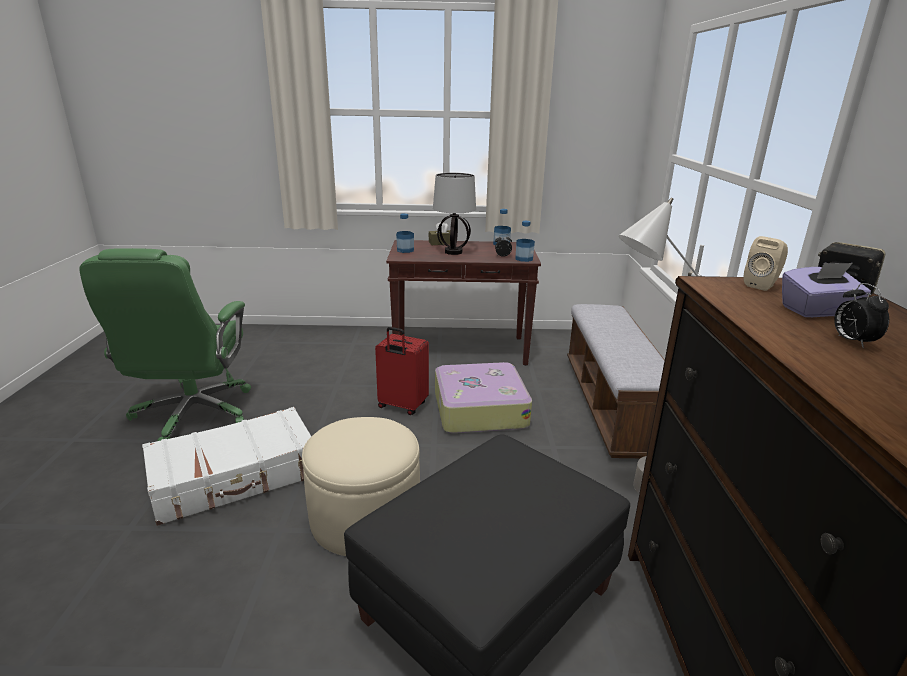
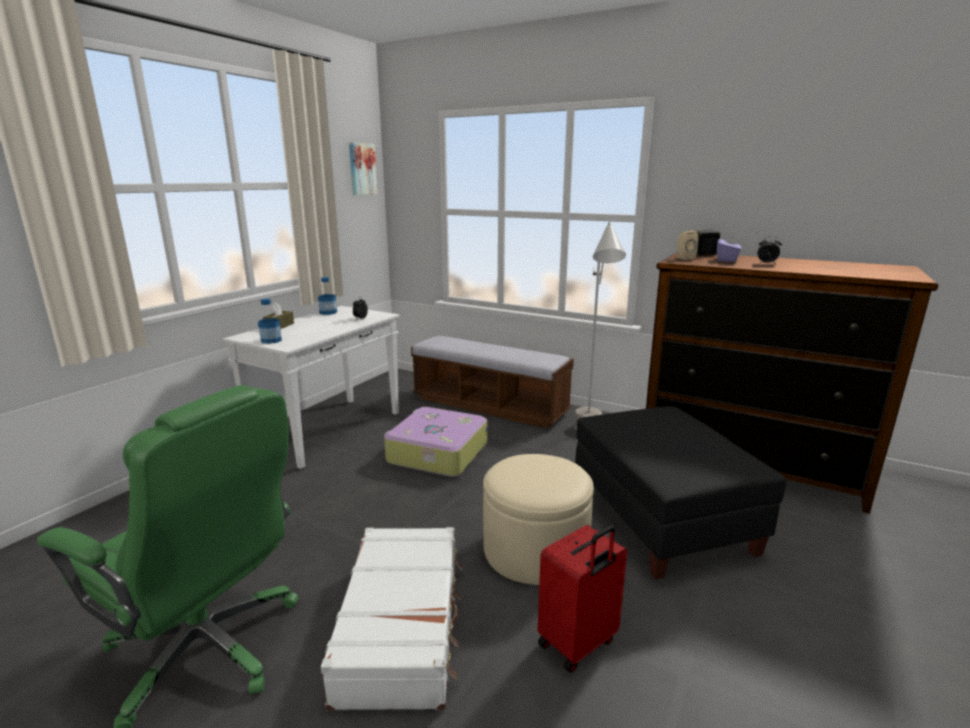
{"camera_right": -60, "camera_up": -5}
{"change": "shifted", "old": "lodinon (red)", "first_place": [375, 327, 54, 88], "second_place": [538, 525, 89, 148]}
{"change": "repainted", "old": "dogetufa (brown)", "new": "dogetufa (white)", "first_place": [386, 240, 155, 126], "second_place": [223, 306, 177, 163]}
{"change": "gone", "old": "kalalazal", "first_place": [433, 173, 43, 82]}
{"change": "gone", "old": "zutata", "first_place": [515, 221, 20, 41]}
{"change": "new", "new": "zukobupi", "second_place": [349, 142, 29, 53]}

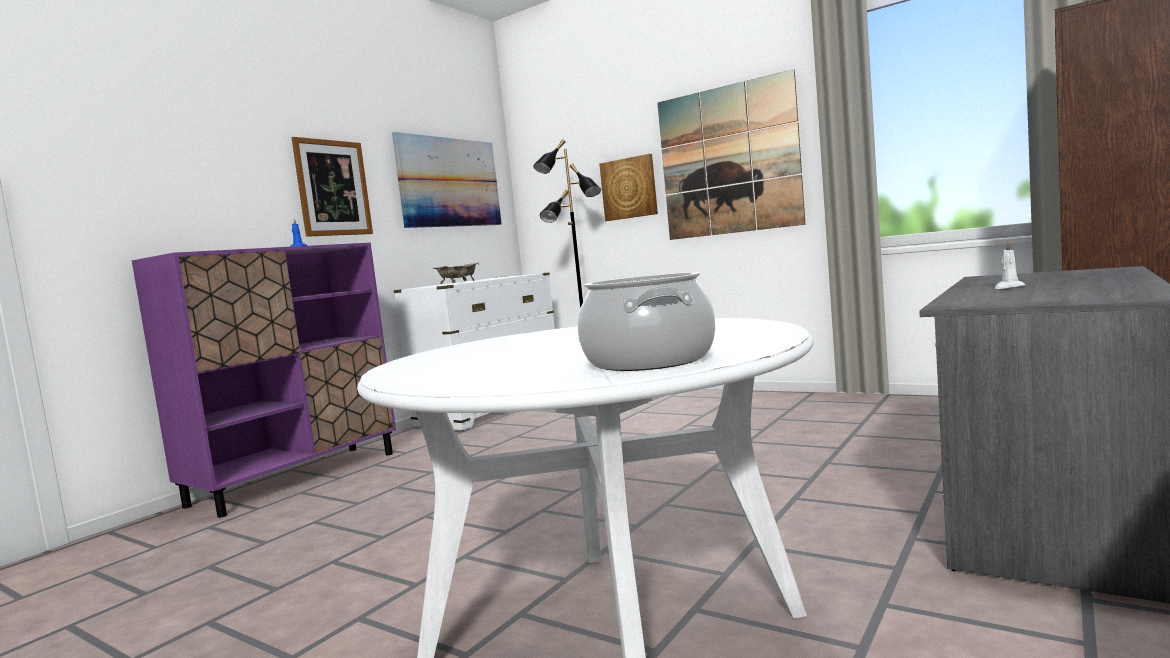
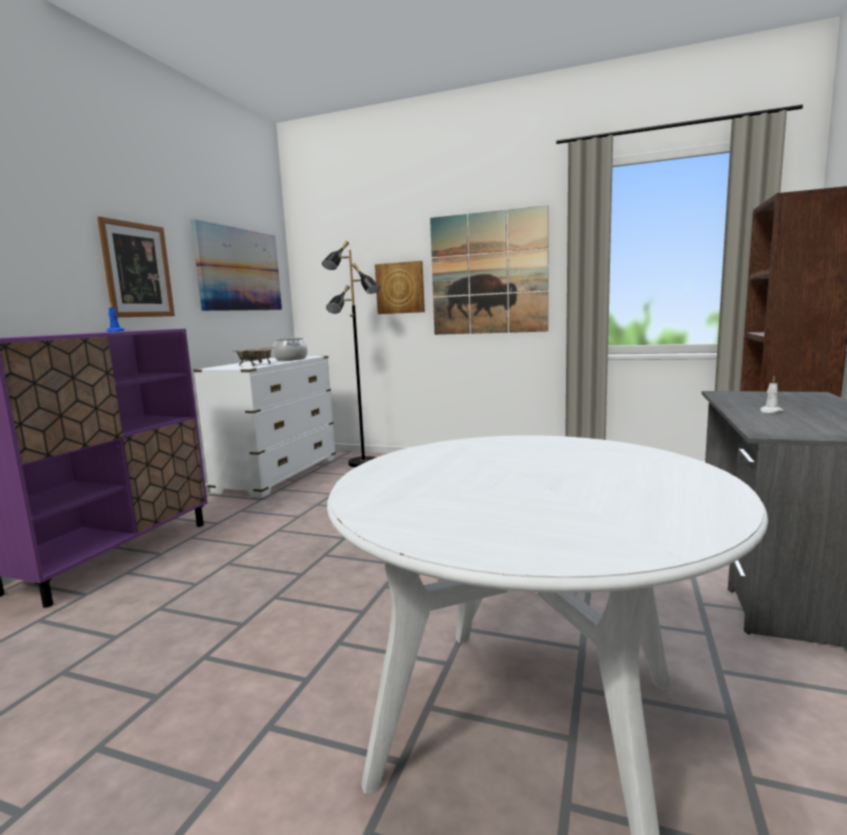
{"camera_right": -15, "camera_up": 5}
{"change": "shifted", "old": "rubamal", "first_place": [578, 272, 137, 99], "second_place": [273, 338, 35, 23]}

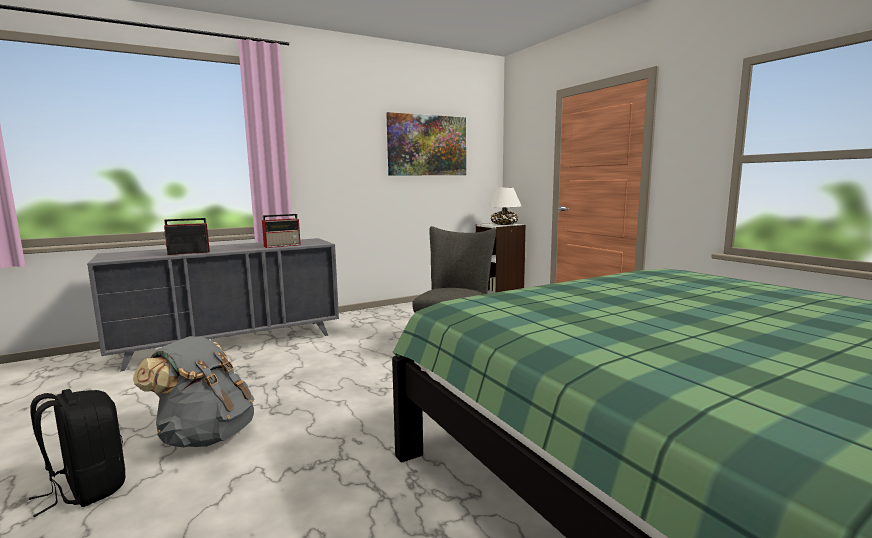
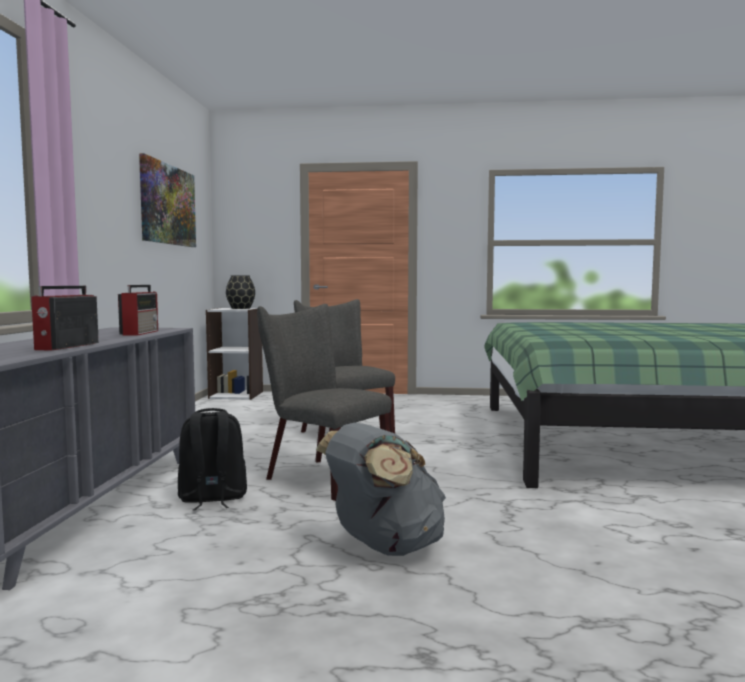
{"camera_right": -55, "camera_up": -5}
{"change": "shifted", "old": "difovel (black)", "first_place": [29, 389, 96, 128], "second_place": [178, 408, 69, 103]}
{"change": "swapped", "old": "kalalazal (white)", "new": "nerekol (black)", "first_place": [488, 188, 33, 37], "second_place": [226, 276, 29, 33]}
{"change": "new", "new": "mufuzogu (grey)", "second_place": [257, 304, 135, 197]}

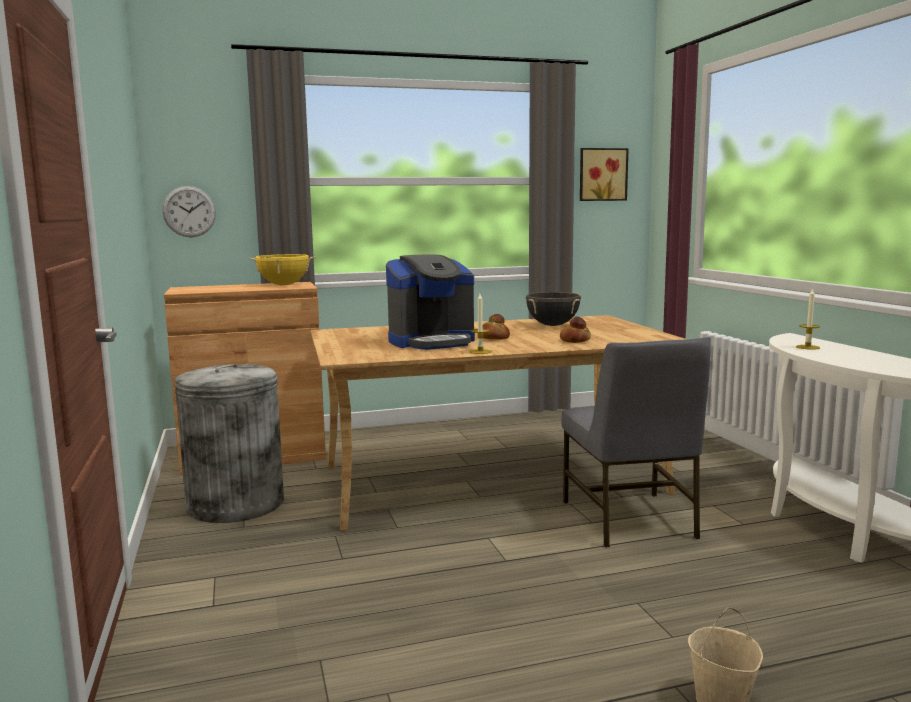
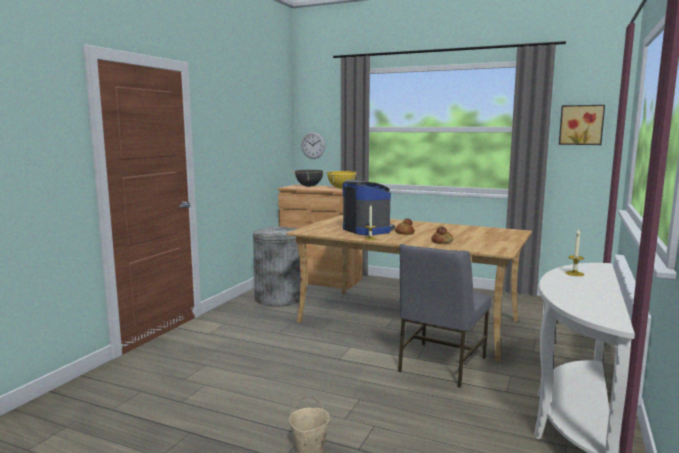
{"camera_right": 40, "camera_up": 0}
{"change": "rotated", "old": "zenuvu", "first_place": [386, 255, 89, 95], "second_place": [343, 180, 52, 55], "degrees": -135}
{"change": "shifted", "old": "rubamal (black)", "first_place": [526, 292, 55, 34], "second_place": [292, 170, 35, 17]}

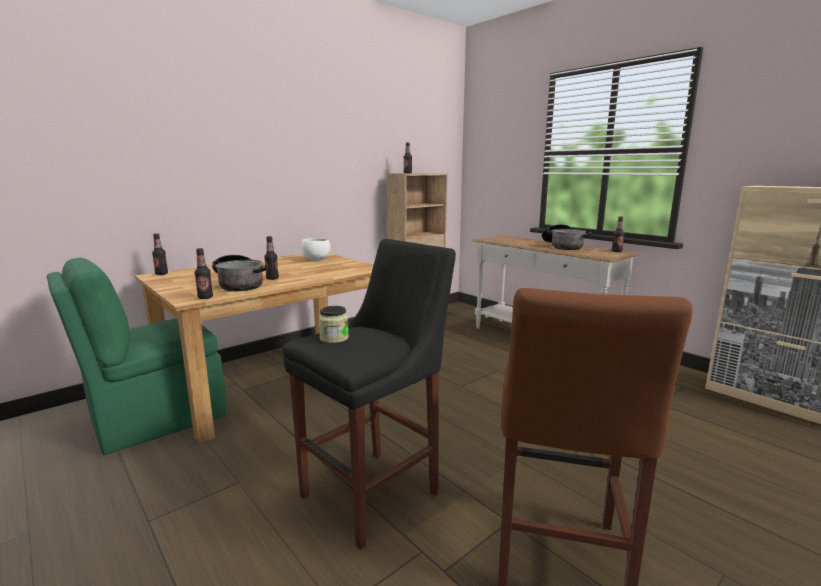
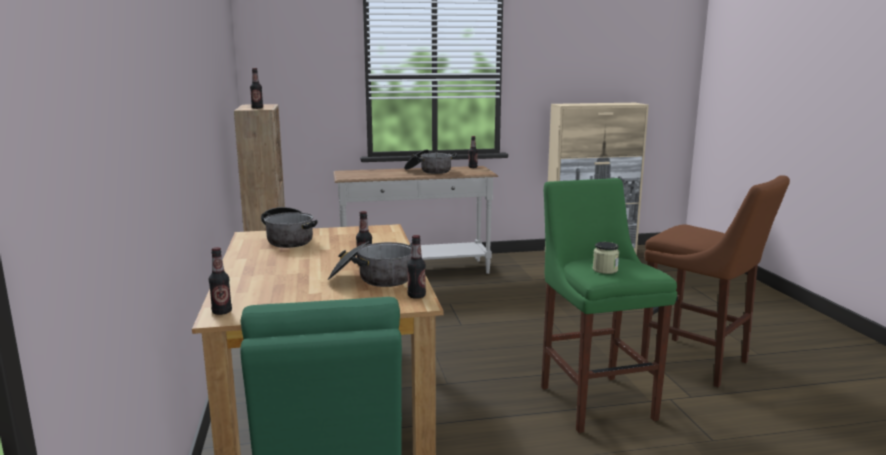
{"camera_right": -60, "camera_up": 0}
{"change": "repainted", "old": "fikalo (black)", "new": "fikalo (green)", "first_place": [283, 239, 173, 311], "second_place": [541, 178, 136, 255]}
{"change": "swapped", "old": "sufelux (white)", "new": "rubamal", "first_place": [301, 238, 29, 22], "second_place": [261, 207, 56, 41]}

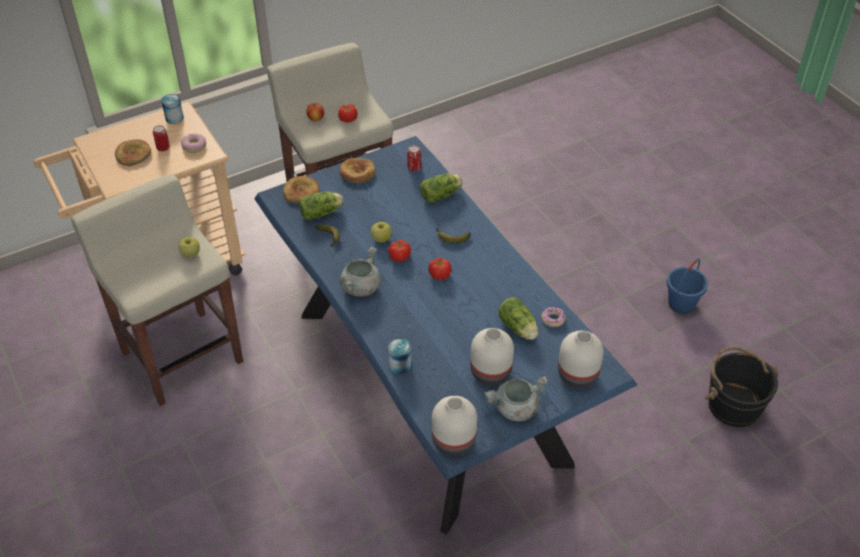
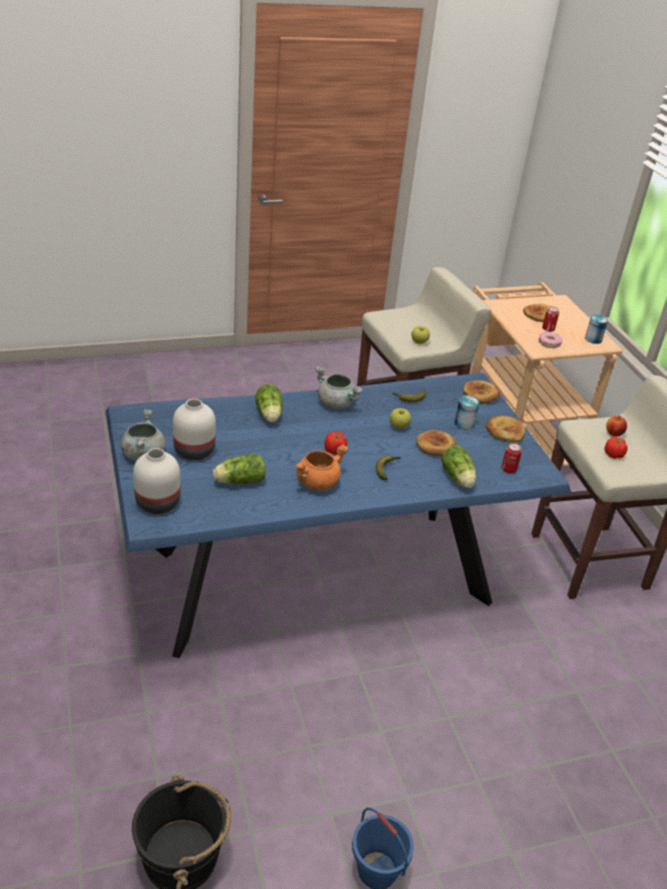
{"camera_right": 100, "camera_up": -10}
{"change": "shifted", "old": "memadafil", "first_place": [299, 192, 45, 28], "second_place": [255, 384, 28, 39]}
{"change": "gone", "old": "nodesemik", "first_place": [388, 240, 23, 22]}
{"change": "shifted", "old": "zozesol", "first_place": [388, 338, 23, 36], "second_place": [455, 395, 25, 35]}
{"change": "gone", "old": "nerekol (white)", "first_place": [432, 396, 45, 60]}
{"change": "gone", "old": "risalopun", "first_place": [541, 307, 24, 20]}
{"change": "new", "new": "rubamal (orange)", "second_place": [295, 444, 53, 47]}
{"change": "new", "new": "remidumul", "second_place": [416, 430, 41, 26]}

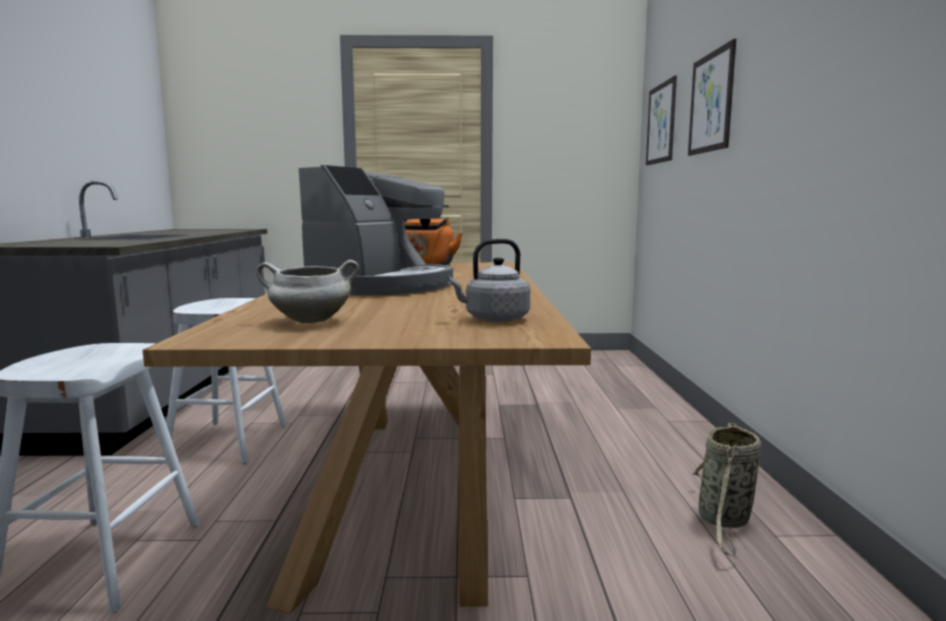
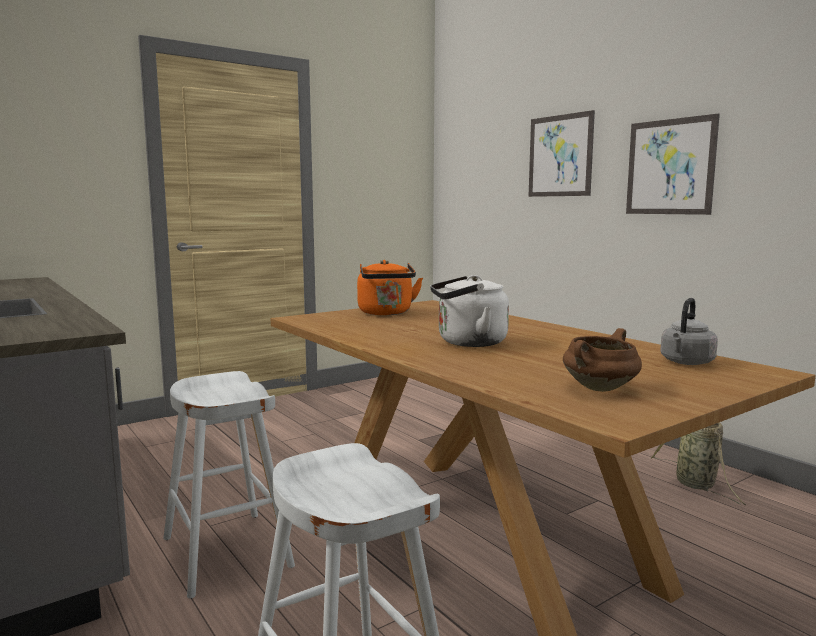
{"camera_right": -35, "camera_up": 0}
{"change": "repainted", "old": "rubamal (white)", "new": "rubamal (brown)", "first_place": [256, 260, 103, 63], "second_place": [563, 328, 79, 64]}
{"change": "swapped", "old": "zenuvu", "new": "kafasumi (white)", "first_place": [299, 165, 154, 130], "second_place": [430, 275, 79, 72]}
{"change": "shifted", "old": "zukobupi", "first_place": [646, 76, 31, 89], "second_place": [626, 114, 94, 101]}

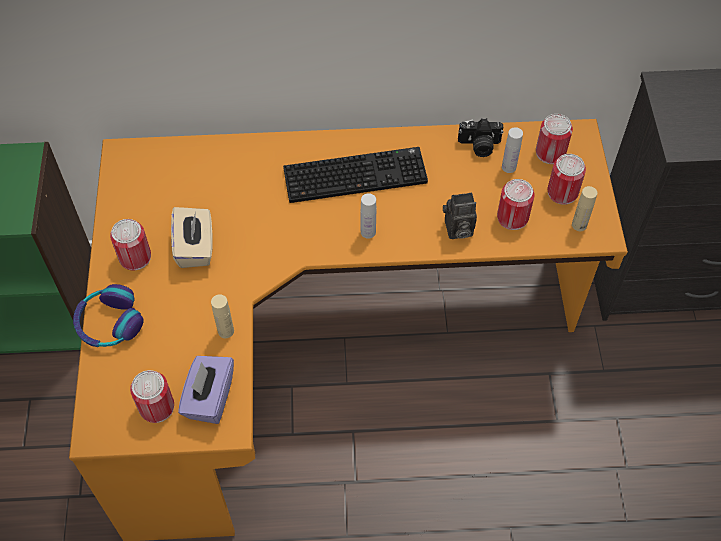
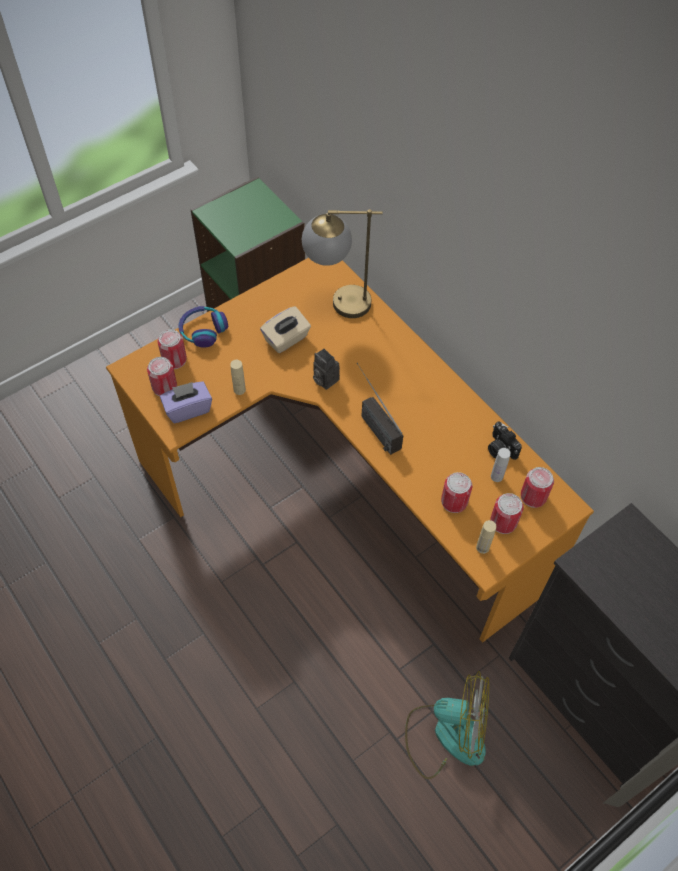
{"camera_right": 55, "camera_up": 0}
{"change": "shifted", "old": "zozesol", "first_place": [110, 219, 41, 52], "second_place": [158, 329, 29, 40]}
{"change": "gone", "old": "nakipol", "first_place": [283, 147, 145, 56]}
{"change": "swapped", "old": "zutata (white)", "new": "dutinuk", "first_place": [361, 193, 15, 46], "second_place": [357, 363, 46, 92]}
{"change": "shifted", "old": "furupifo", "first_place": [443, 192, 34, 47], "second_place": [313, 348, 27, 42]}
{"change": "new", "new": "kalalazal", "second_place": [302, 209, 81, 109]}
{"change": "new", "new": "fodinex", "second_place": [405, 671, 84, 108]}

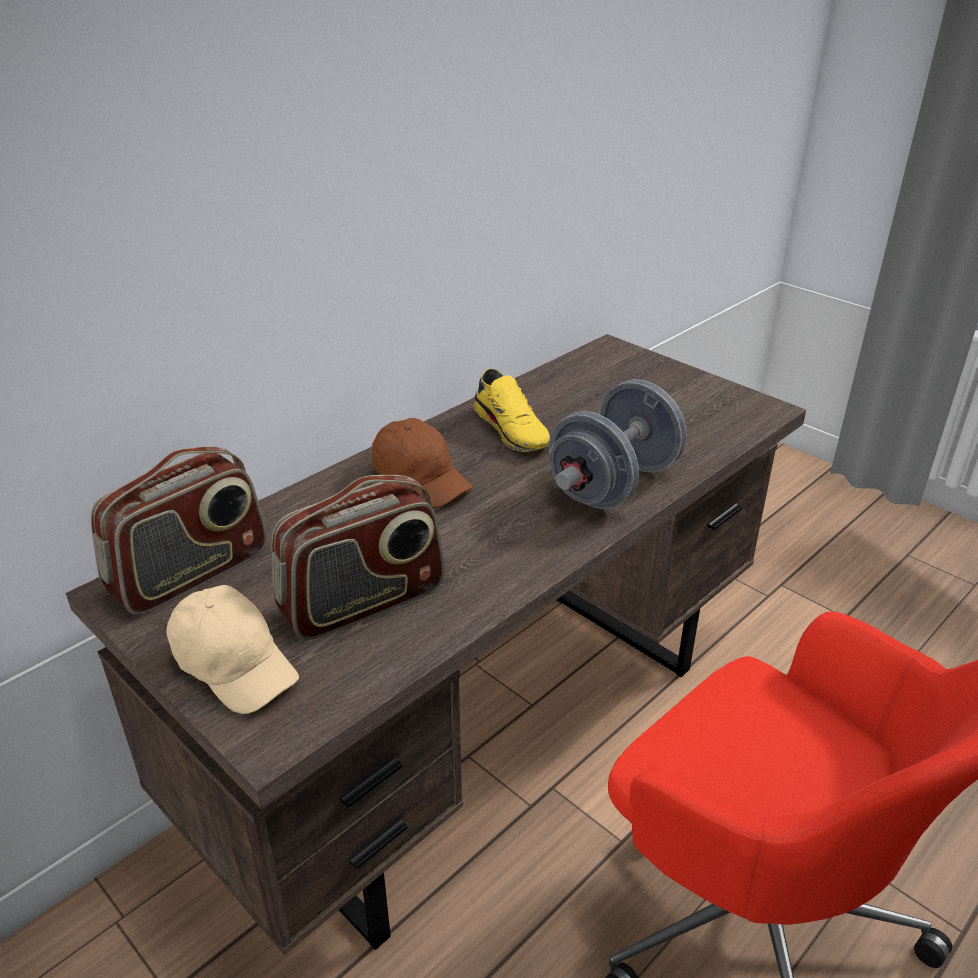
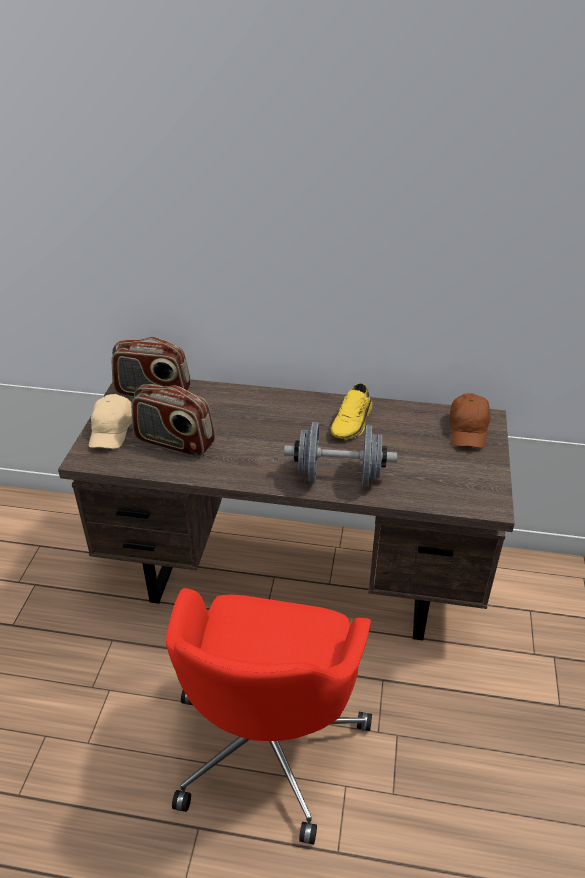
{"camera_right": 55, "camera_up": 5}
{"change": "shifted", "old": "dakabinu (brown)", "first_place": [372, 418, 101, 90], "second_place": [449, 393, 41, 55]}

